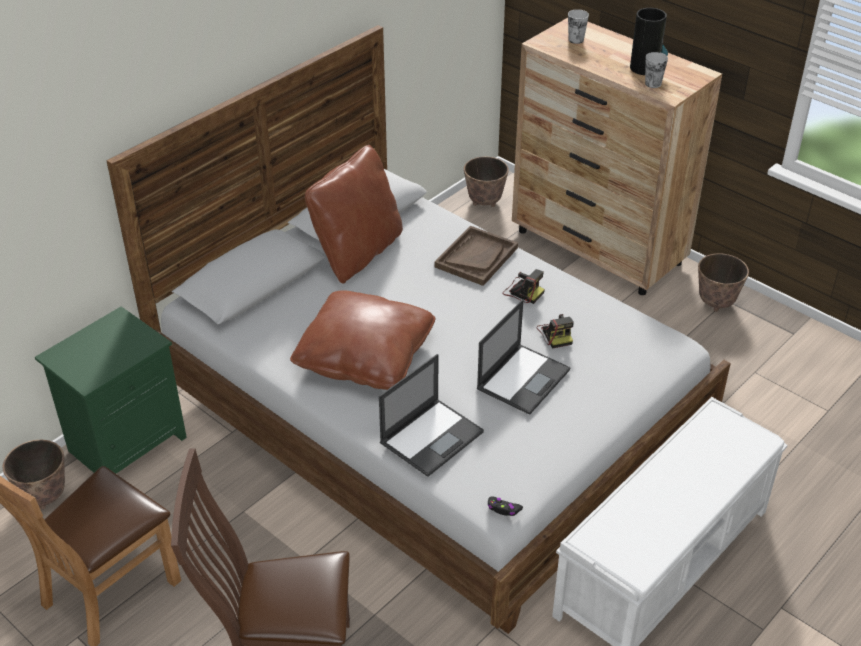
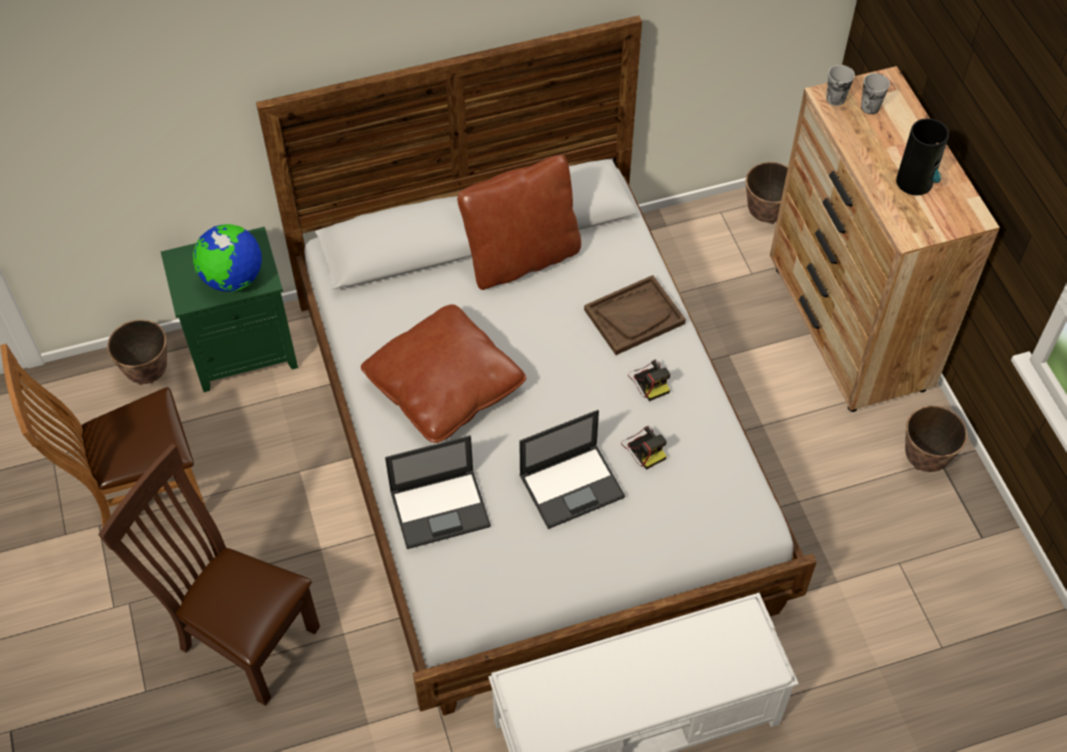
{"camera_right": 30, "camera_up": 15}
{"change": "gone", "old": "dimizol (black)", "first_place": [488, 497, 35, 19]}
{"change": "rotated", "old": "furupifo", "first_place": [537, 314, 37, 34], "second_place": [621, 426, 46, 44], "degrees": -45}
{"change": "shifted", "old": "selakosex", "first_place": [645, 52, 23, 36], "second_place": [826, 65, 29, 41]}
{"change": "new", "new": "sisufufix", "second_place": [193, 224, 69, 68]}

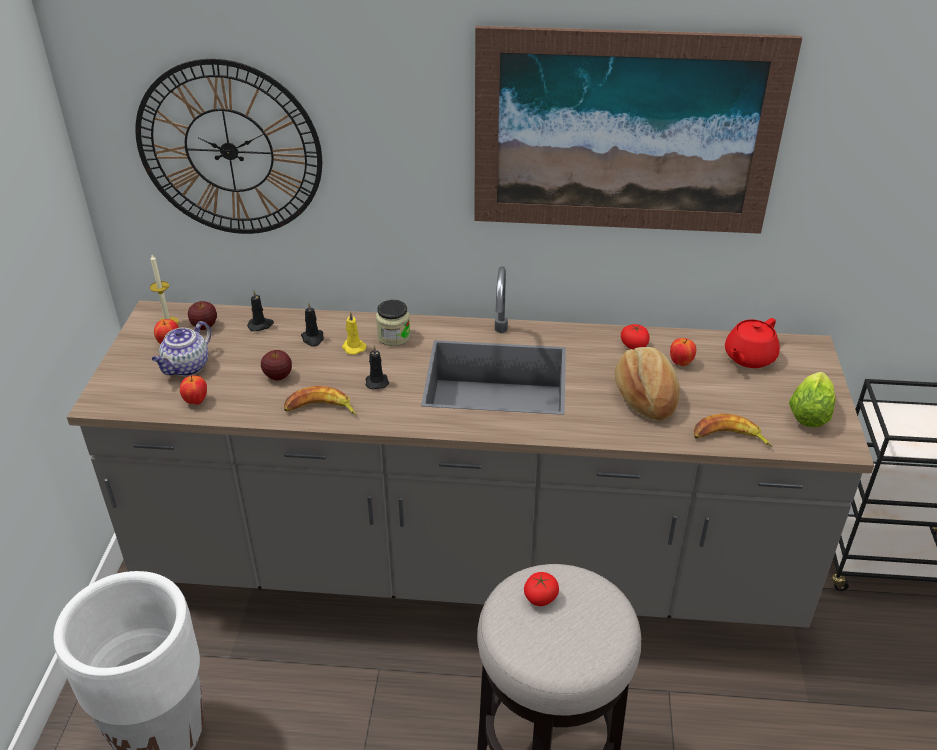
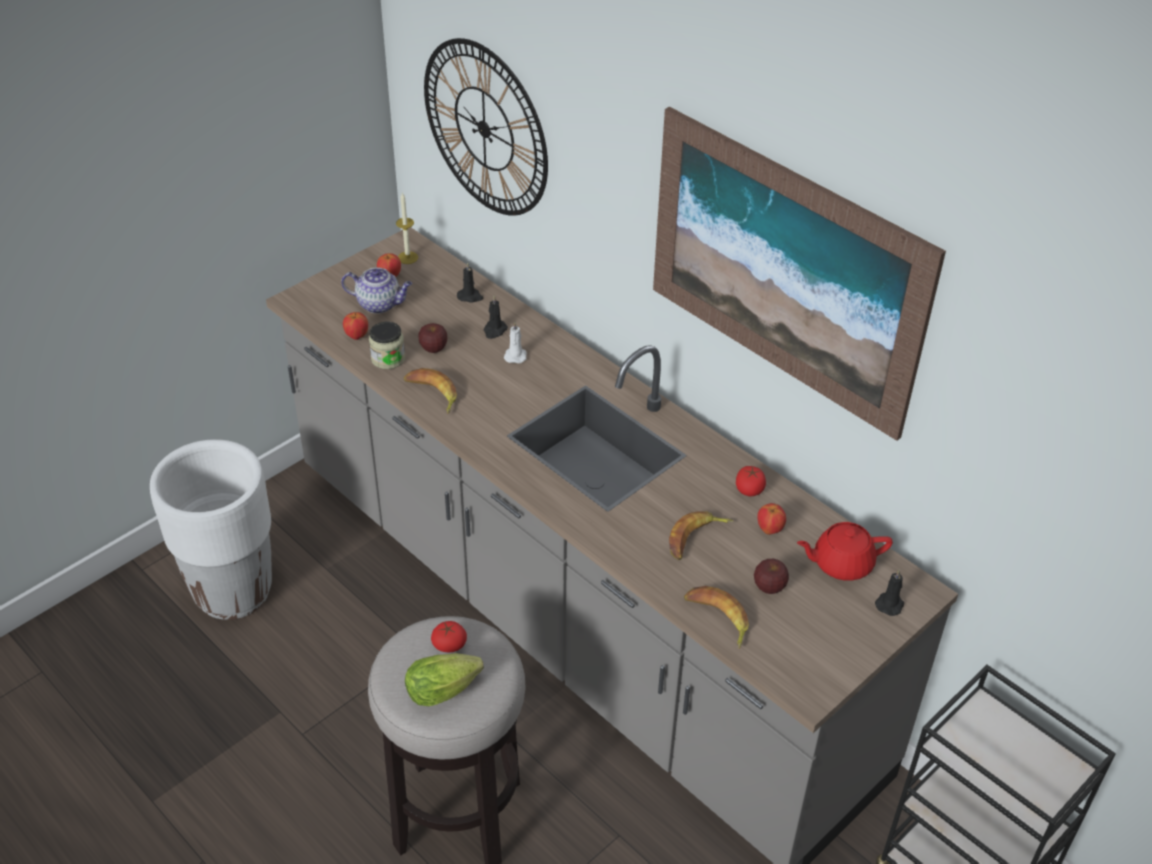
{"camera_right": 40, "camera_up": 5}
{"change": "rotated", "old": "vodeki", "first_place": [152, 321, 59, 55], "second_place": [341, 267, 71, 47], "degrees": -150}
{"change": "shifted", "old": "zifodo", "first_place": [188, 301, 29, 29], "second_place": [754, 559, 35, 35]}
{"change": "repainted", "old": "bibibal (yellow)", "new": "bibibal (white)", "first_place": [342, 311, 24, 44], "second_place": [504, 322, 23, 41]}
{"change": "shifted", "old": "bibibal (black)", "first_place": [366, 345, 23, 45], "second_place": [875, 570, 29, 46]}
{"change": "shifted", "old": "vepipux", "first_place": [376, 300, 34, 46], "second_place": [369, 322, 36, 47]}
{"change": "swapped", "old": "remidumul", "new": "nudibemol", "first_place": [615, 347, 65, 73], "second_place": [669, 511, 64, 49]}
{"change": "shifted", "old": "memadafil", "first_place": [789, 372, 47, 55], "second_place": [405, 653, 79, 53]}

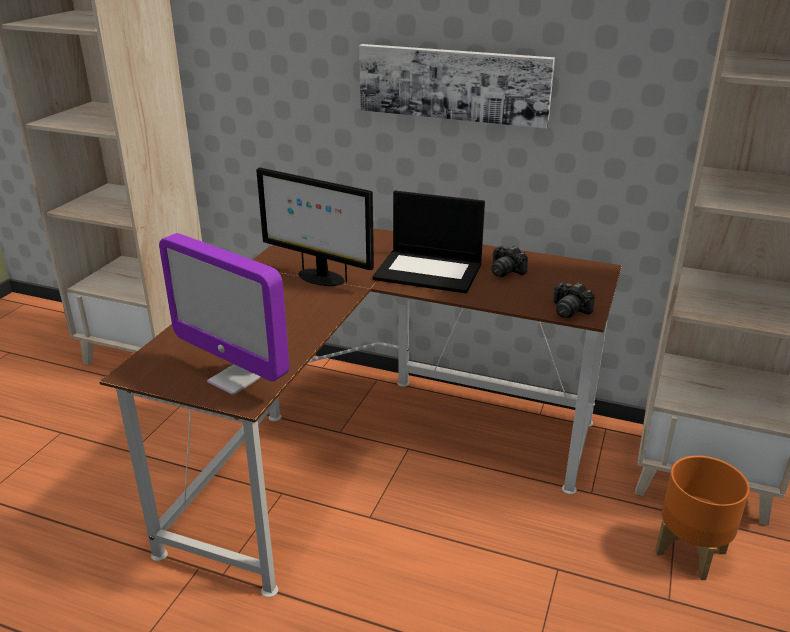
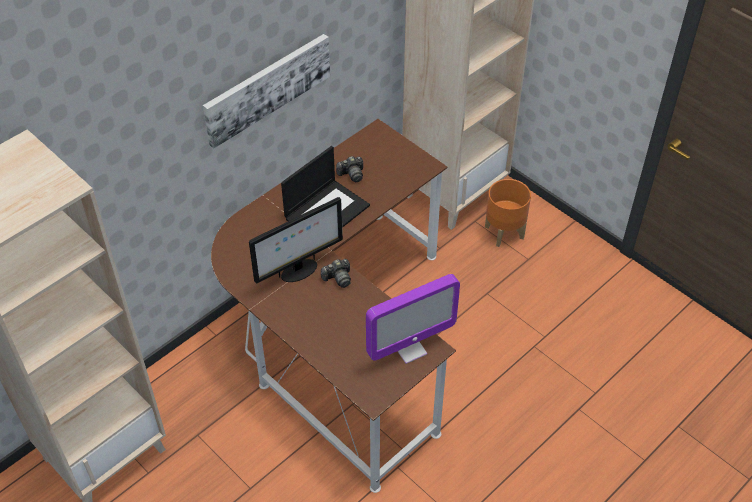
{"camera_right": -65, "camera_up": 20}
{"change": "shifted", "old": "furupifo", "first_place": [553, 282, 42, 36], "second_place": [321, 259, 30, 29]}

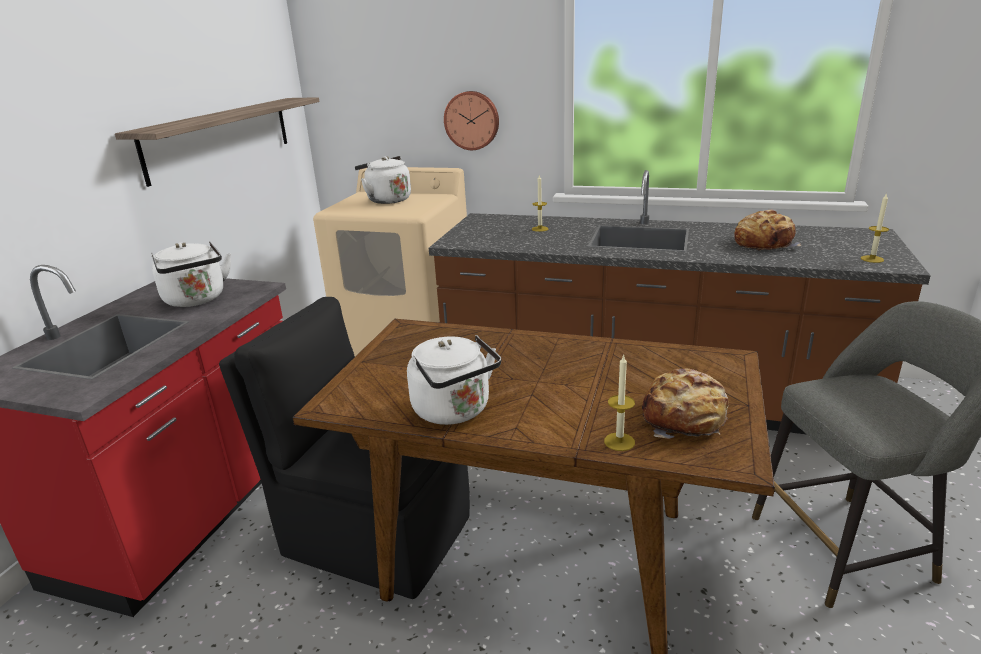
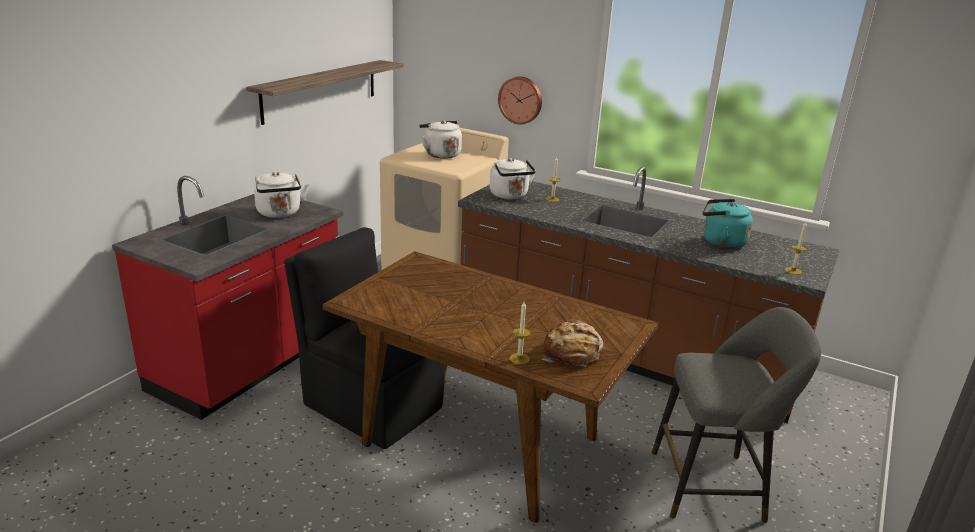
{"camera_right": 10, "camera_up": 0}
{"change": "shifted", "old": "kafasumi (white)", "first_place": [407, 335, 94, 90], "second_place": [490, 158, 46, 41]}
{"change": "swapped", "old": "remidumul", "new": "kafasumi (turquoise)", "first_place": [734, 209, 68, 42], "second_place": [703, 199, 50, 50]}

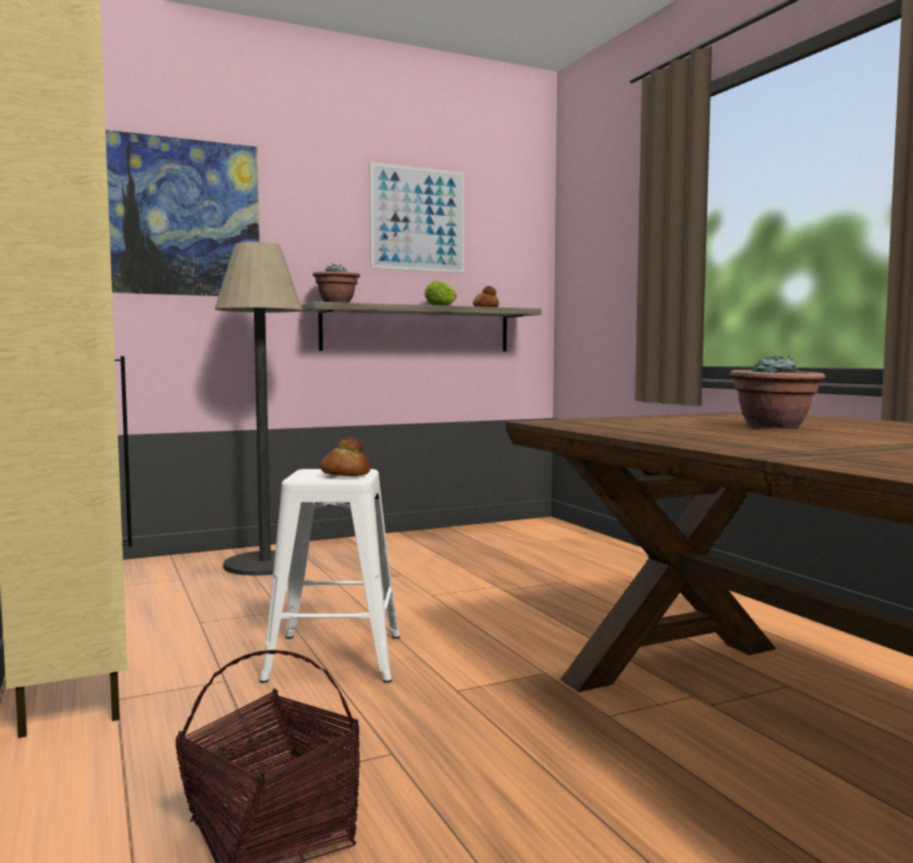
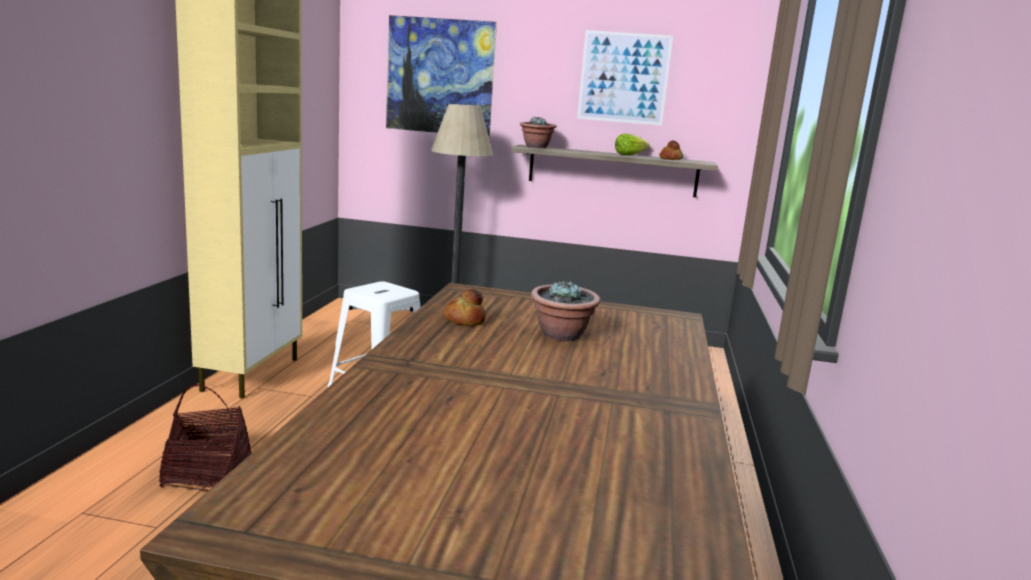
{"camera_right": 35, "camera_up": 10}
{"change": "shifted", "old": "remidumul", "first_place": [320, 437, 50, 39], "second_place": [444, 289, 42, 37]}

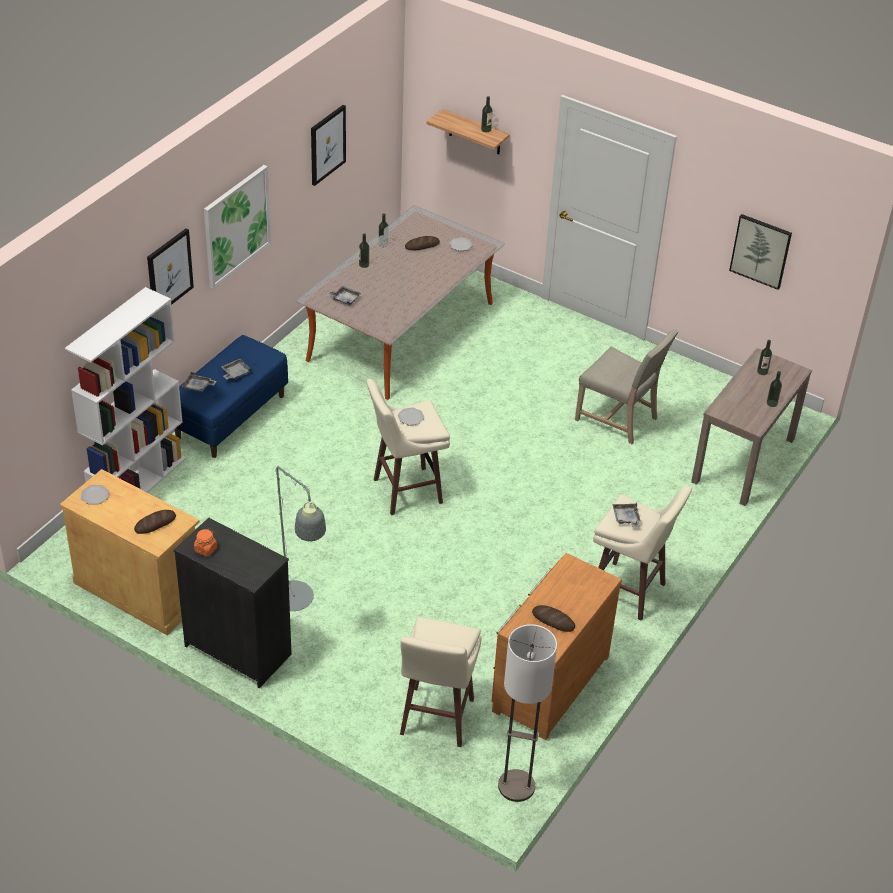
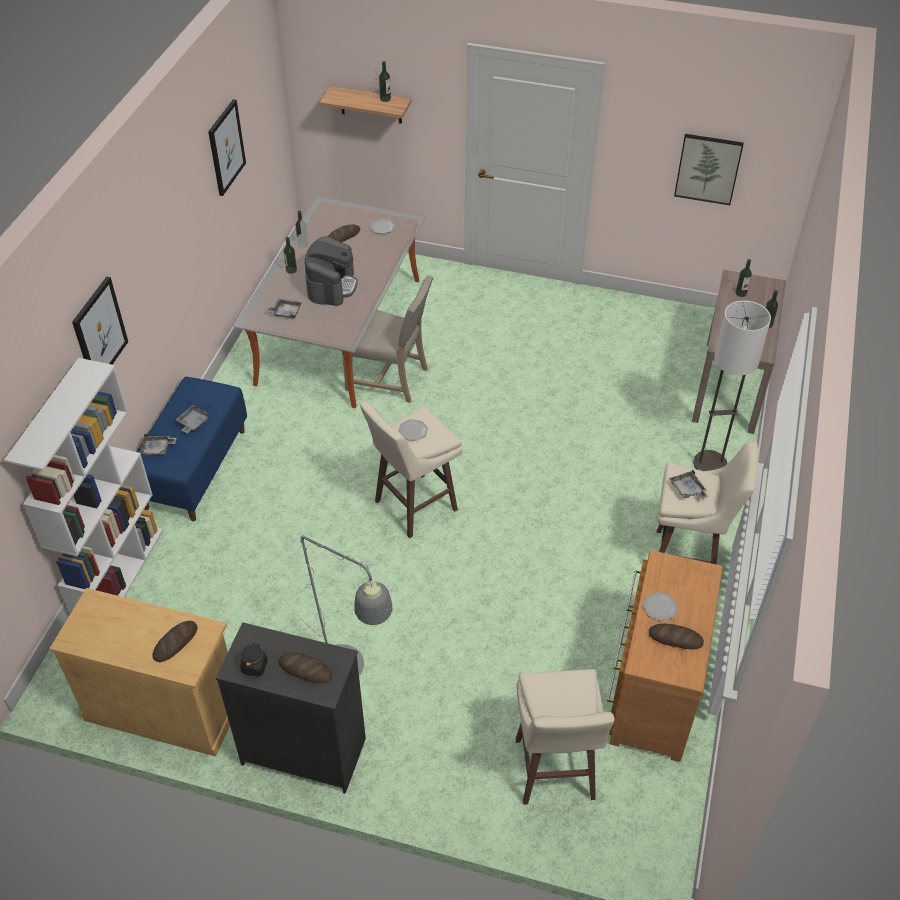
{"camera_right": -15, "camera_up": 5}
{"change": "shifted", "old": "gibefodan", "first_place": [81, 485, 28, 19], "second_place": [643, 592, 35, 29]}
{"change": "repainted", "old": "vepipux (orange)", "new": "vepipux (black)", "first_place": [194, 529, 23, 28], "second_place": [240, 643, 28, 33]}
{"change": "gone", "old": "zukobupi", "first_place": [204, 165, 67, 124]}
{"change": "shifted", "old": "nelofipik", "first_place": [498, 624, 59, 178], "second_place": [693, 300, 78, 171]}
{"change": "shifted", "old": "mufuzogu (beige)", "first_place": [575, 329, 103, 115], "second_place": [341, 275, 92, 128]}
{"change": "new", "new": "remidumul", "second_place": [278, 652, 54, 31]}
{"change": "new", "new": "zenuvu", "second_place": [305, 237, 53, 69]}

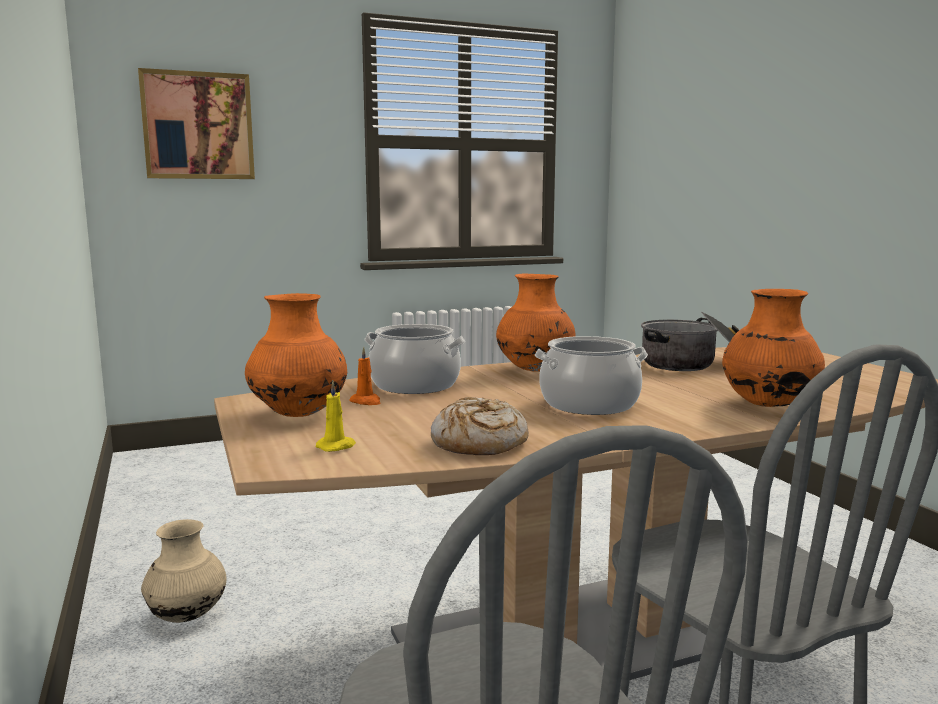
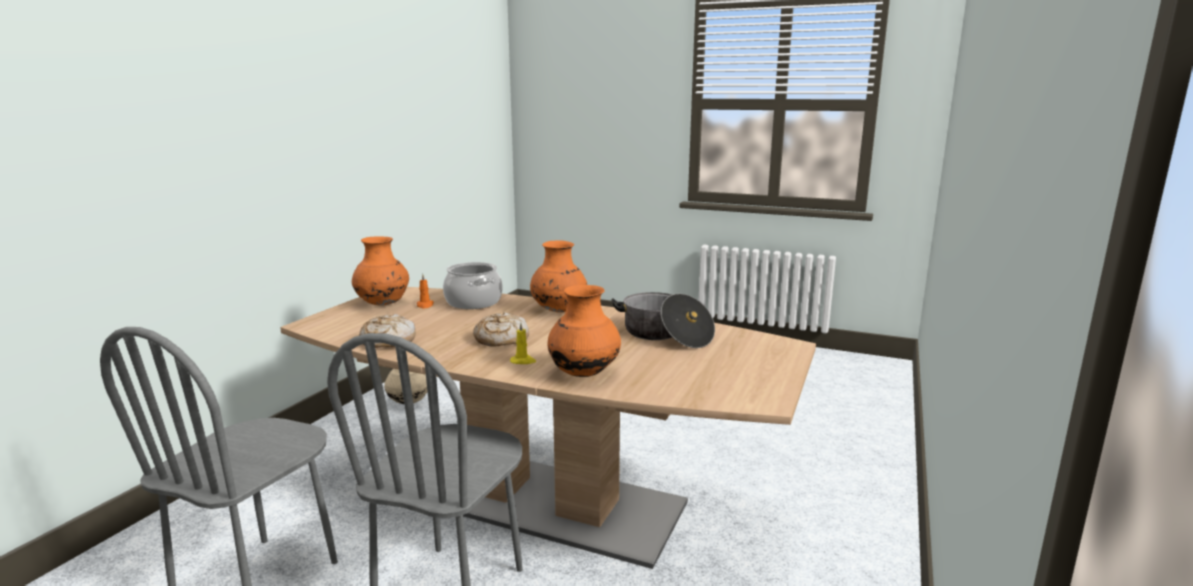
{"camera_right": 45, "camera_up": 5}
{"change": "gone", "old": "zukobupi", "first_place": [138, 68, 117, 111]}
{"change": "shifted", "old": "bibibal (yellow)", "first_place": [316, 381, 40, 71], "second_place": [510, 323, 26, 41]}
{"change": "swapped", "old": "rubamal", "new": "remidumul", "first_place": [535, 336, 113, 79], "second_place": [473, 312, 56, 35]}

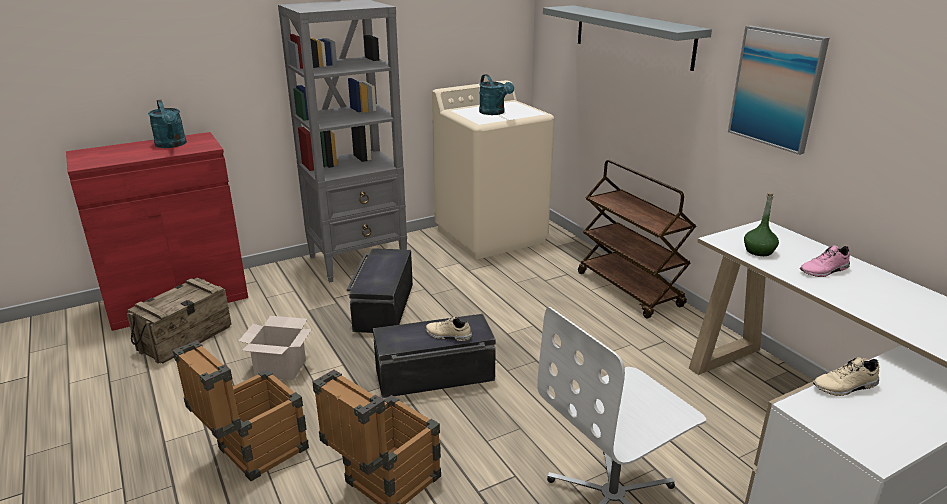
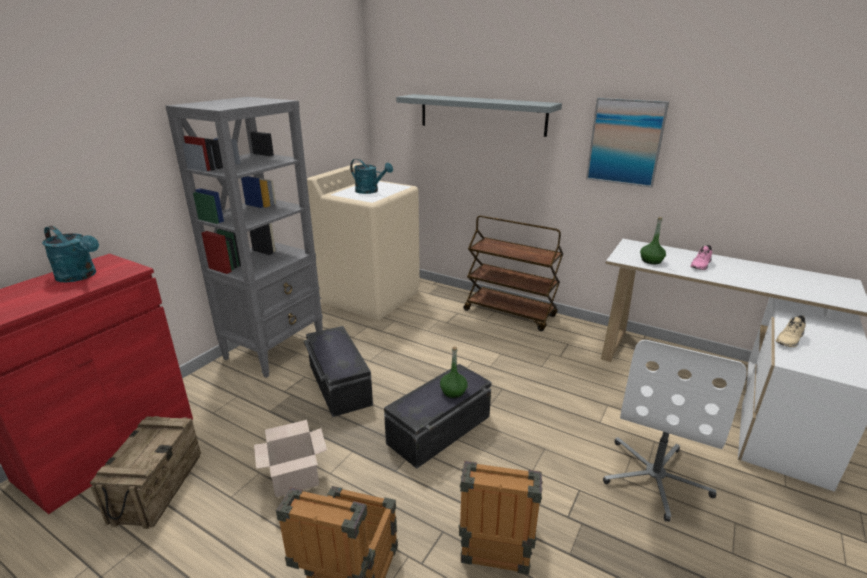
{"camera_right": -30, "camera_up": 0}
{"change": "swapped", "old": "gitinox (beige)", "new": "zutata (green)", "first_place": [426, 316, 46, 25], "second_place": [440, 346, 28, 52]}

